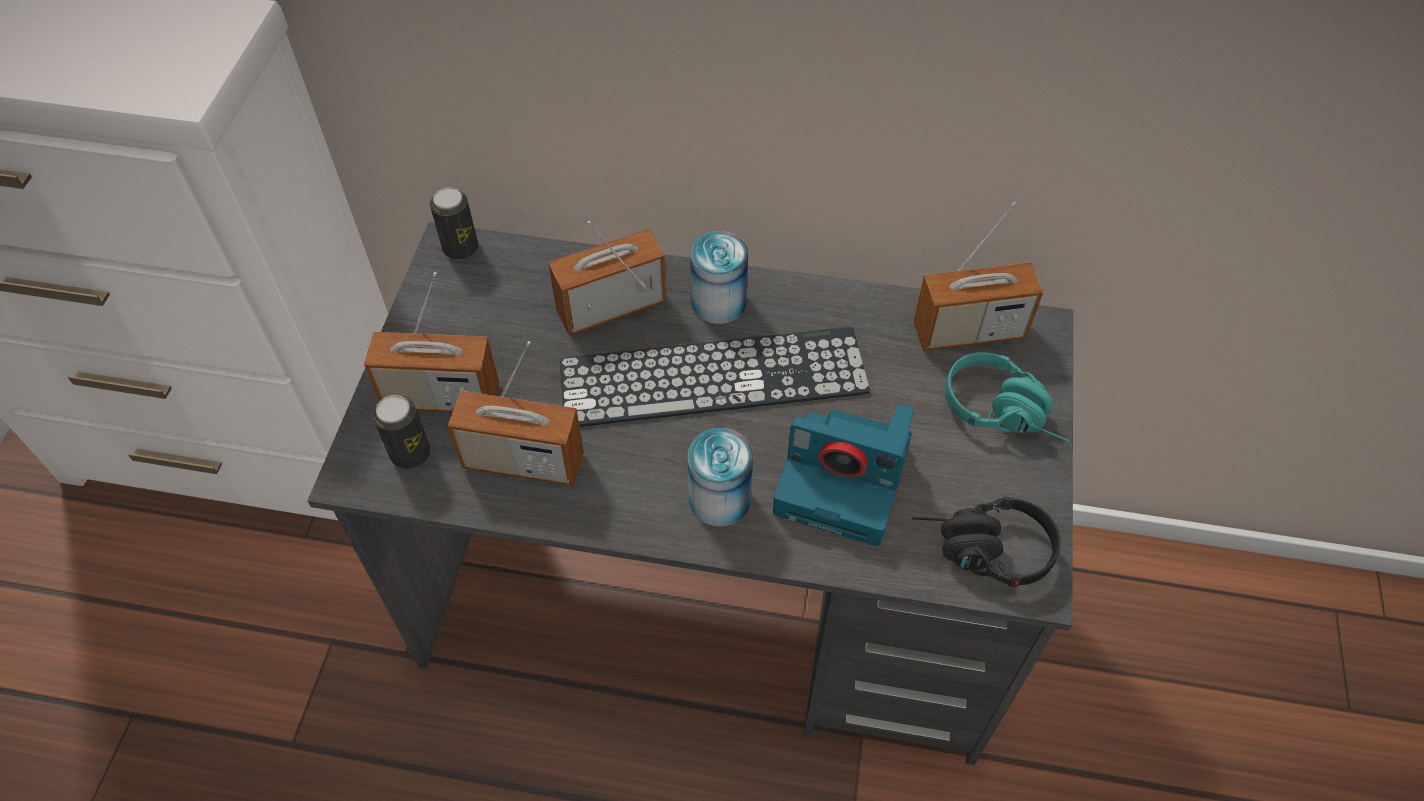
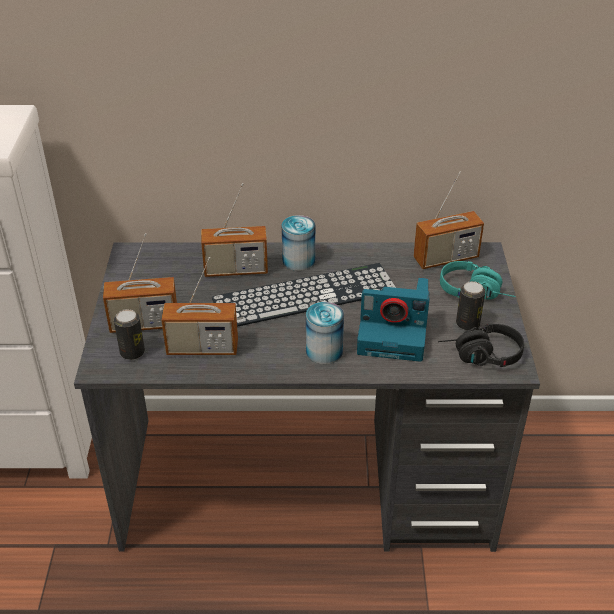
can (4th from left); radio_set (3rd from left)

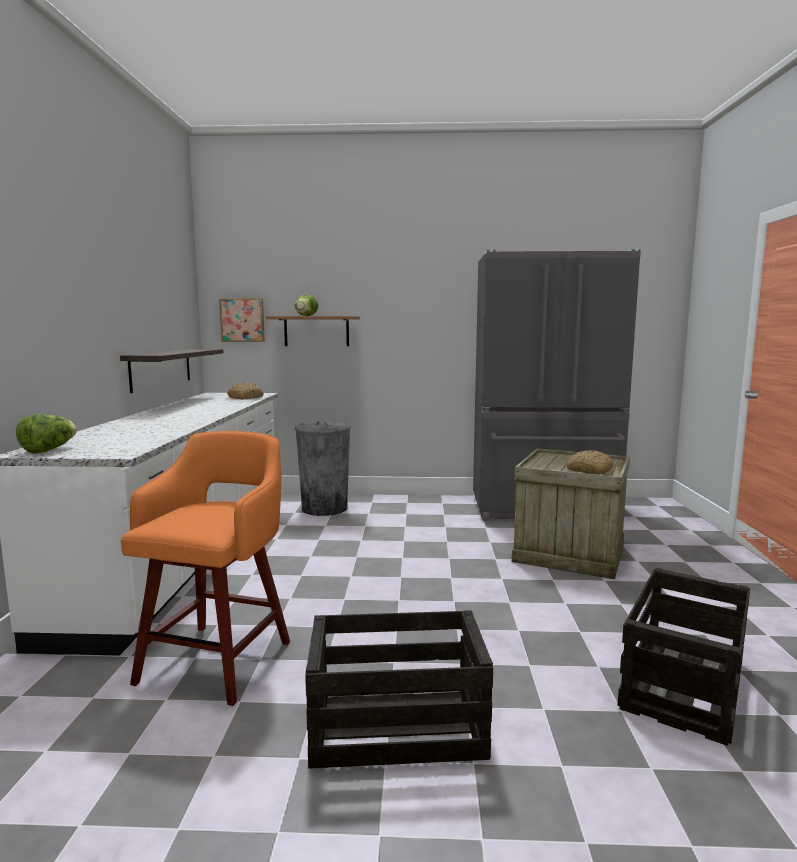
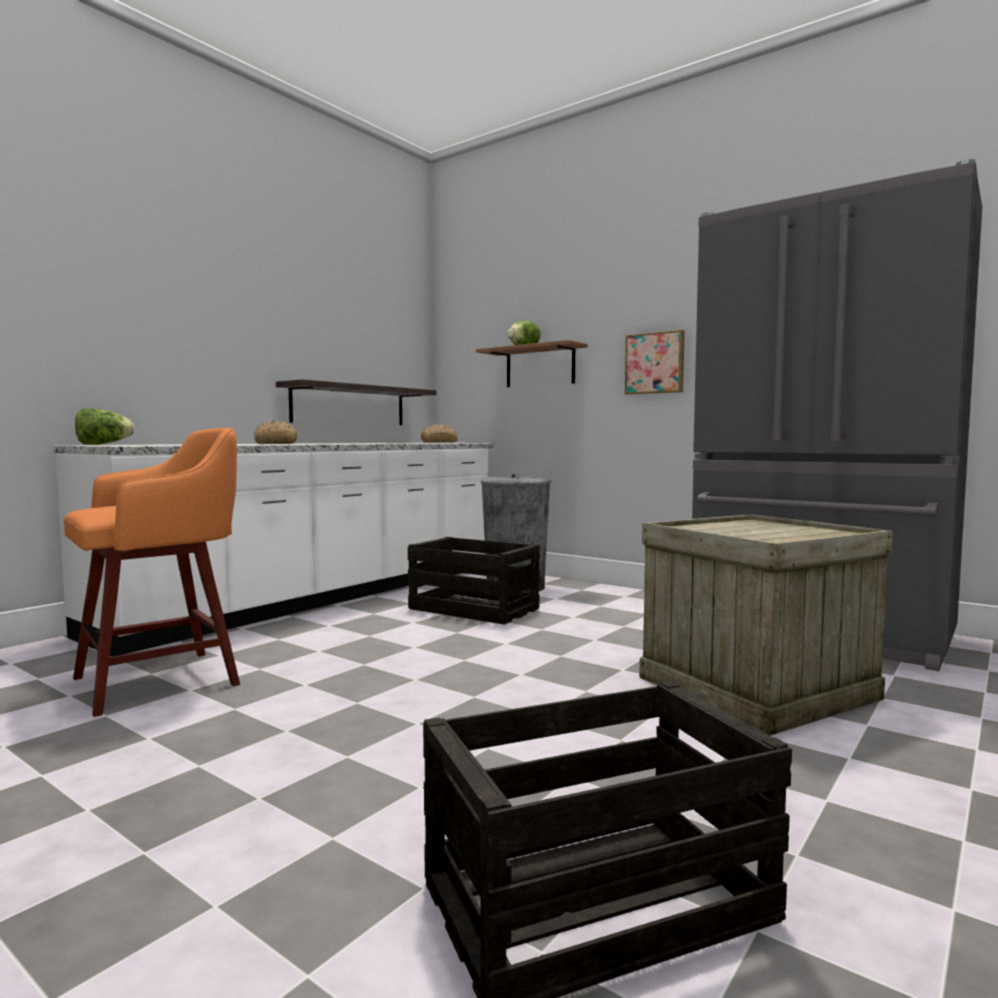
wall_picture; crate (1st from left); bread (1st from left)

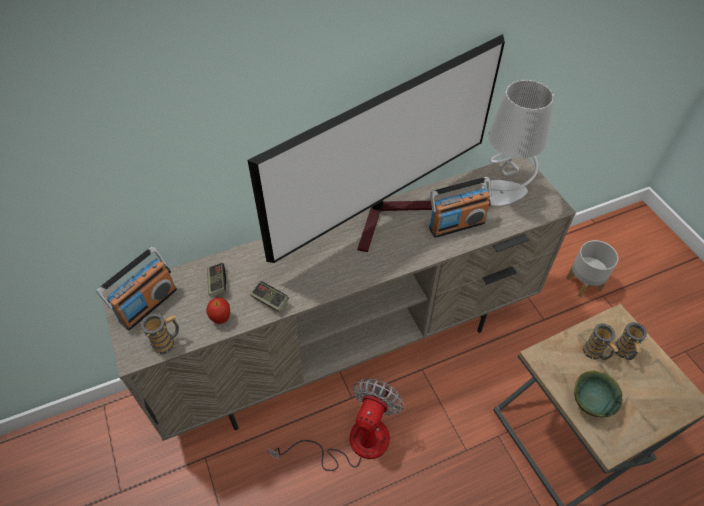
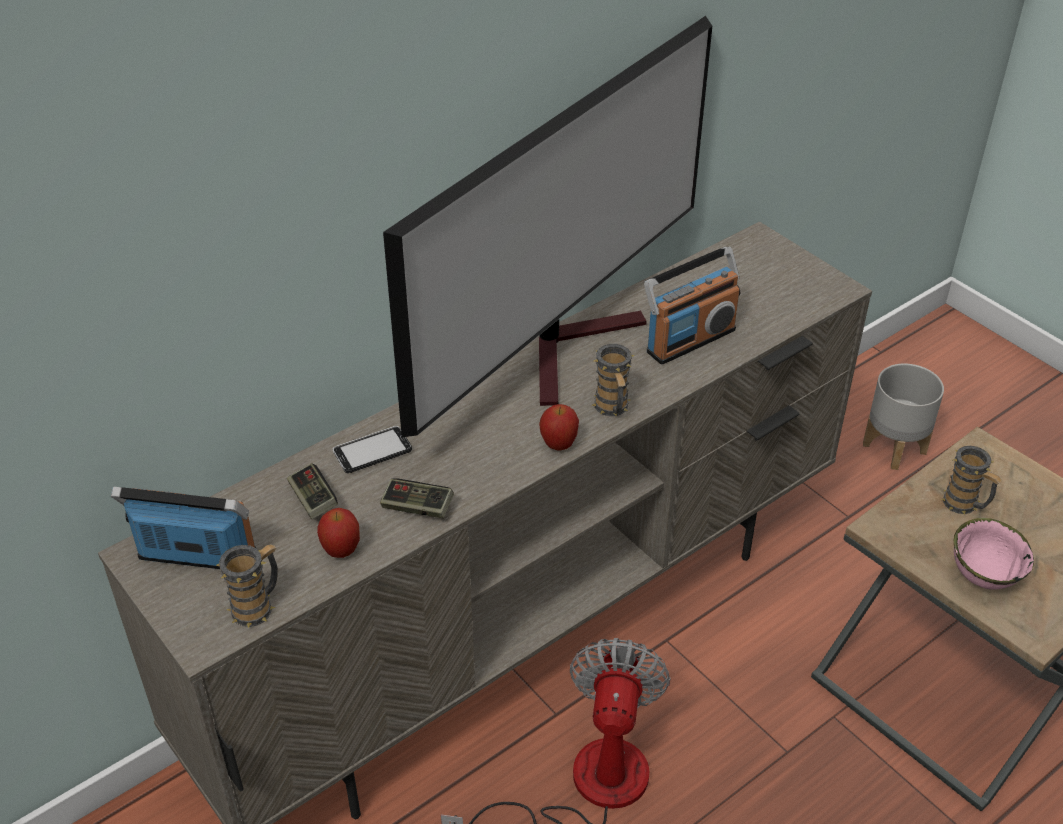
radio_set (1st from left); grey_tabletop_lamp; pink-coloured_serving_bowl; mug (2nd from left); handset; apple (2nd from left)

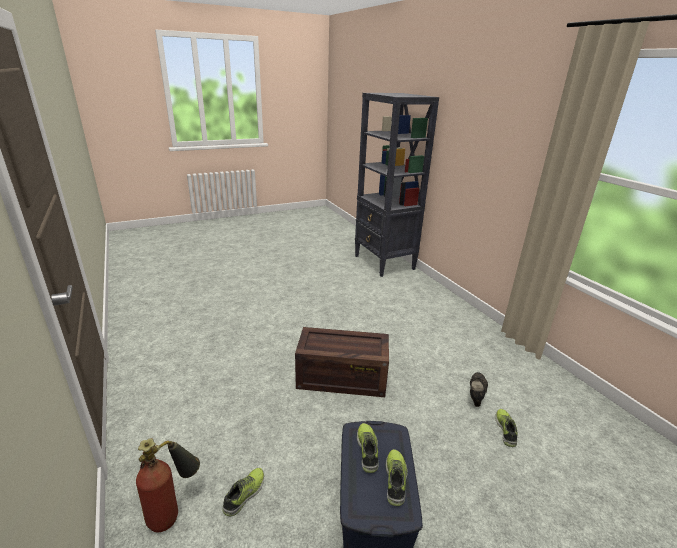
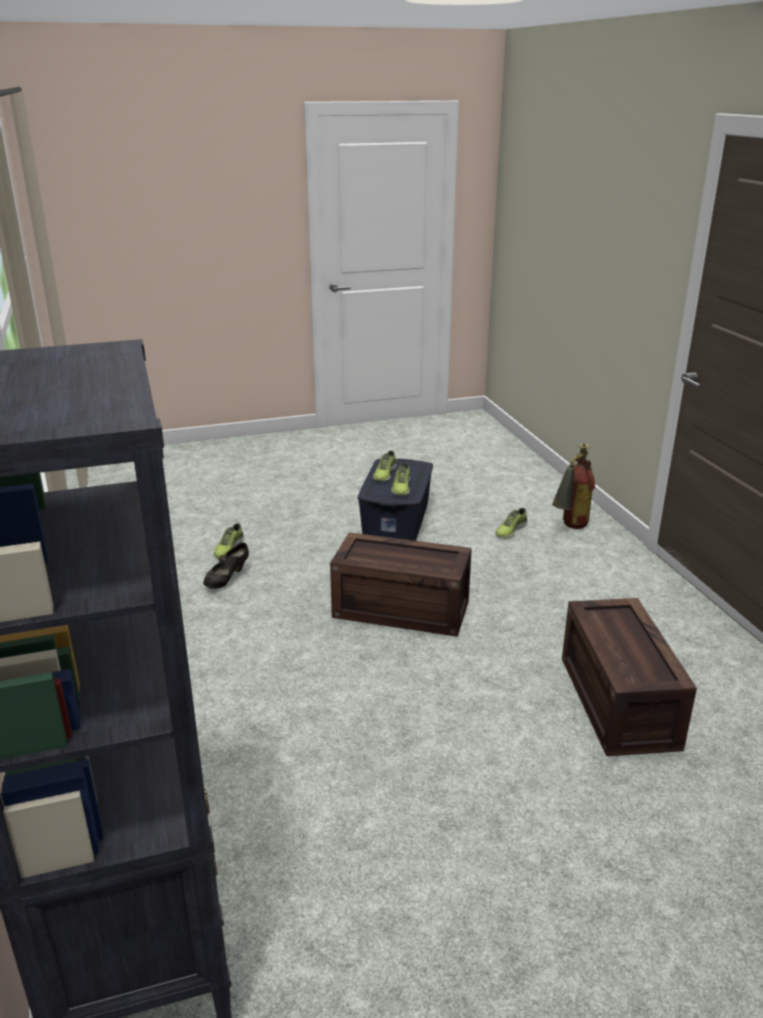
crate (2nd from left)

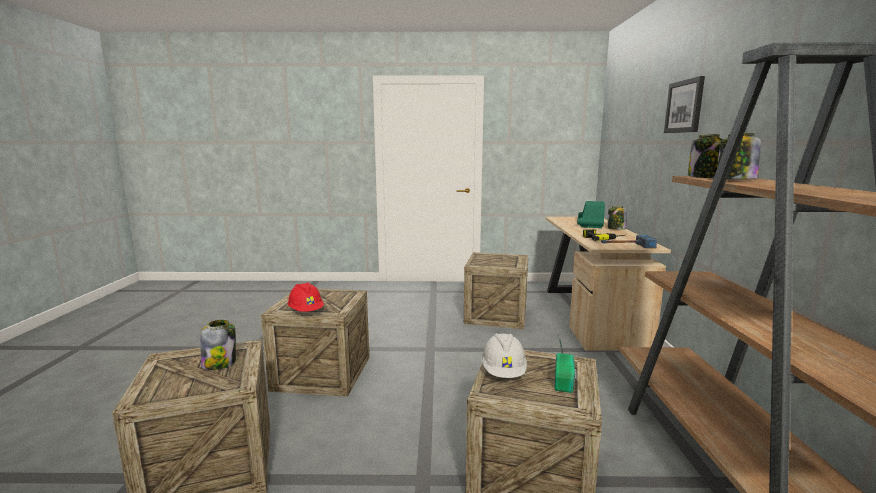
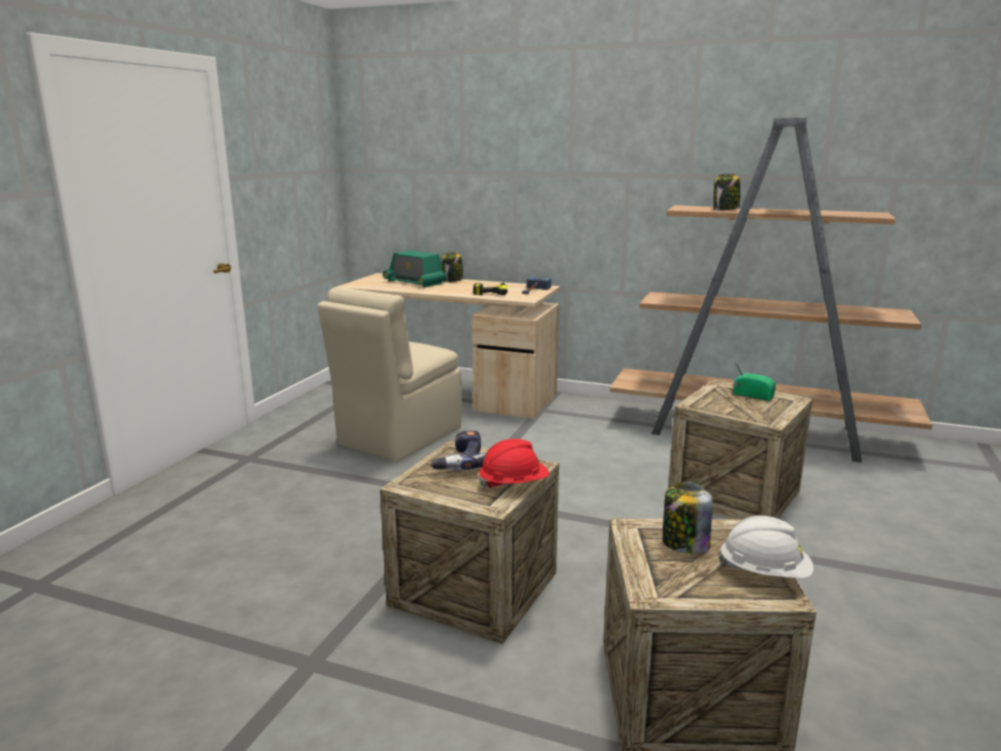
beige-coloured_plain_chair; whitish_work_helmet; wall_picture; preserve_jar (3rd from left in the first image); power_drill (1st from left)

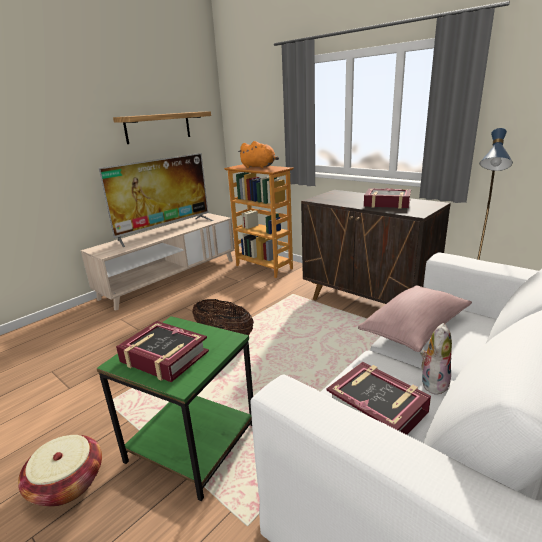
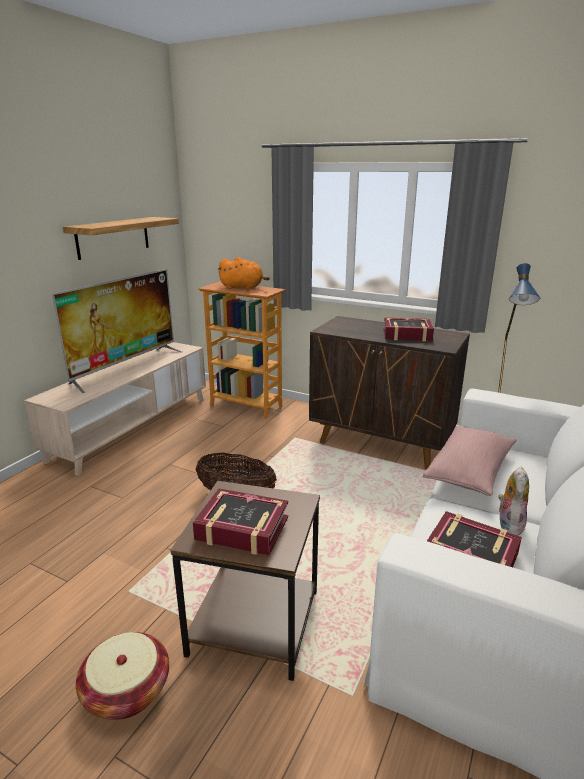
brown_end_table

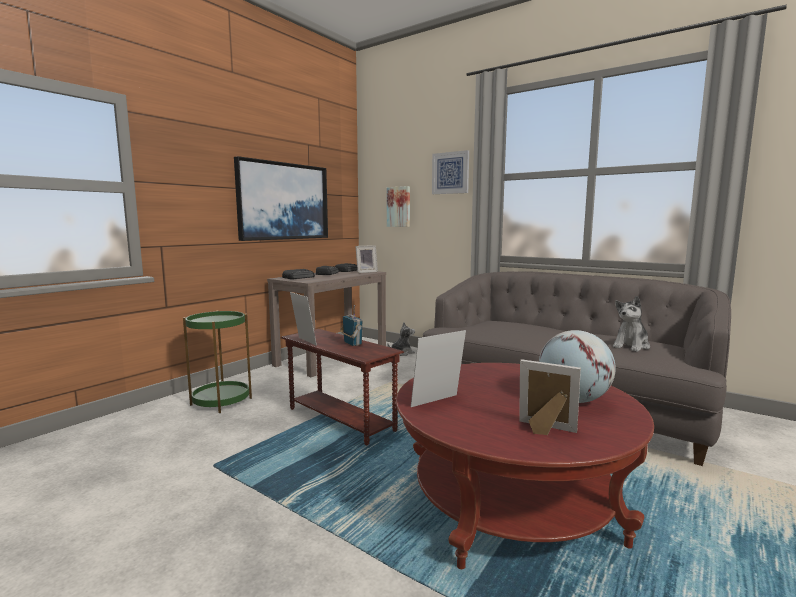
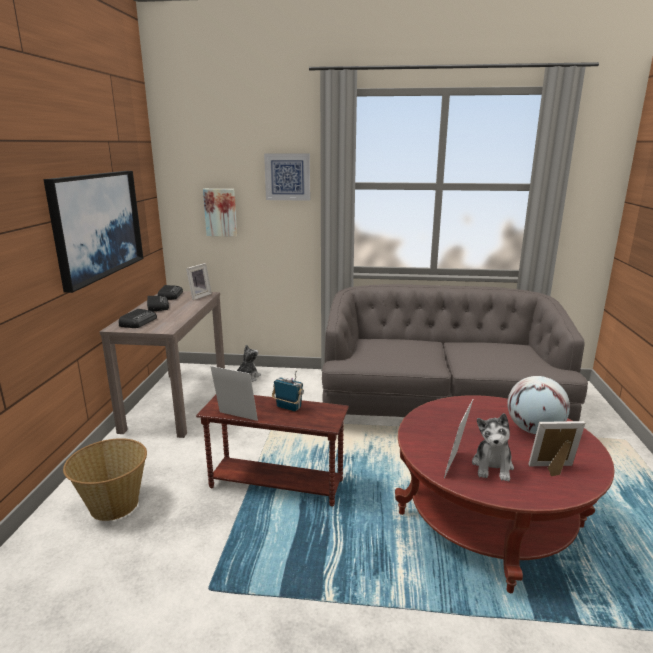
household_basket; soft_toy (2nd from left)

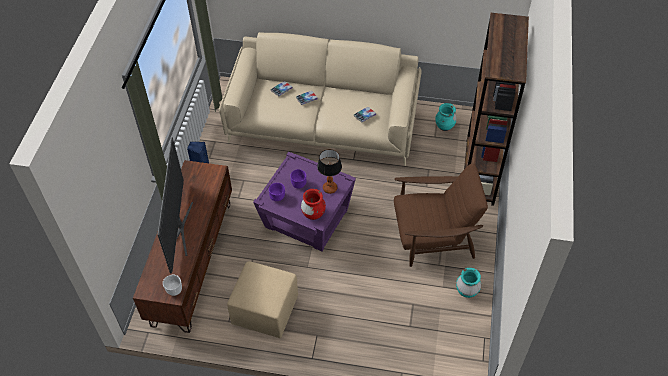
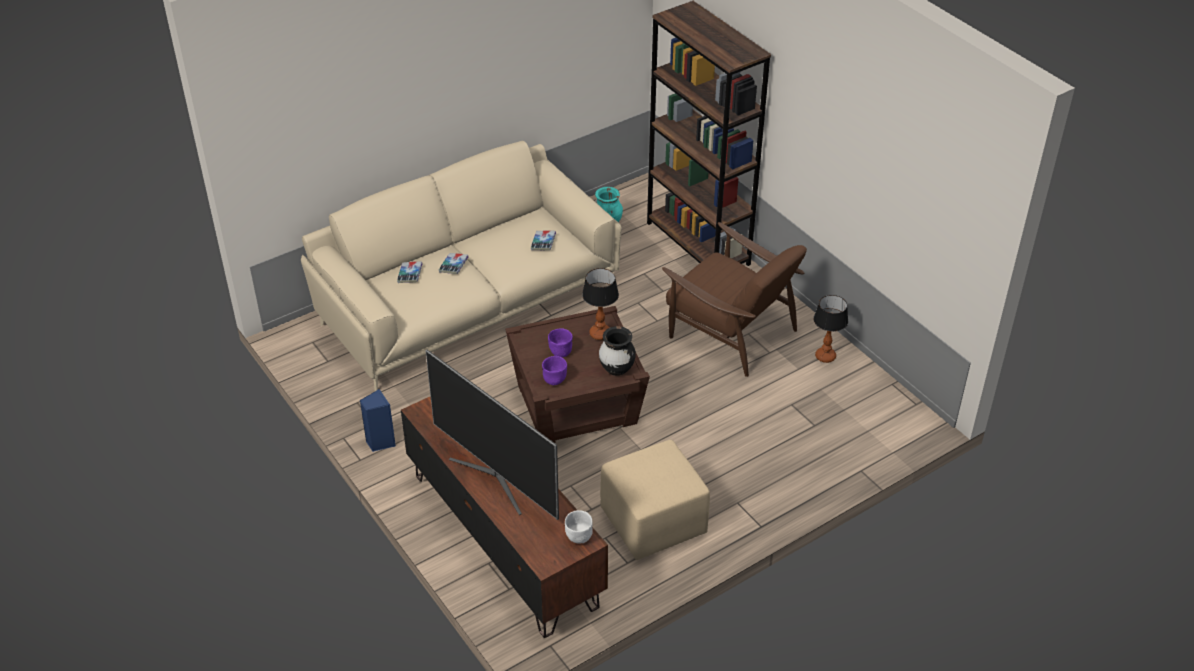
brown_end_table; black_flower_vase; brown_lounge_chair; tabletop_lamp (2nd from left)

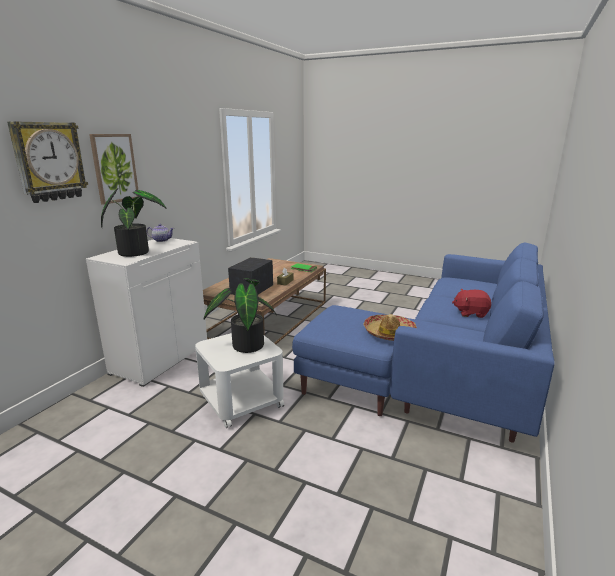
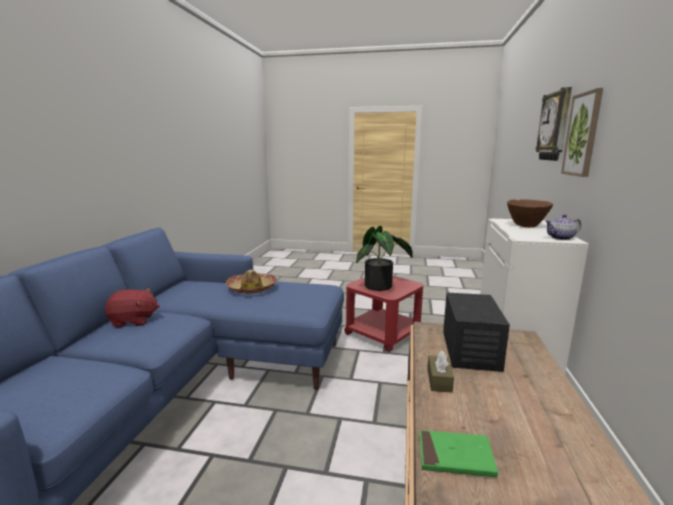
brown_serving_bowl; red_end_table

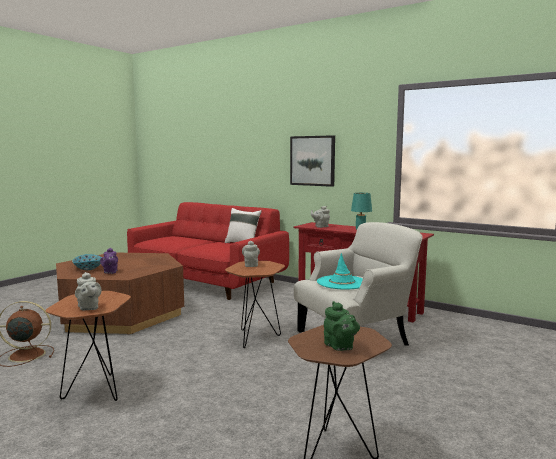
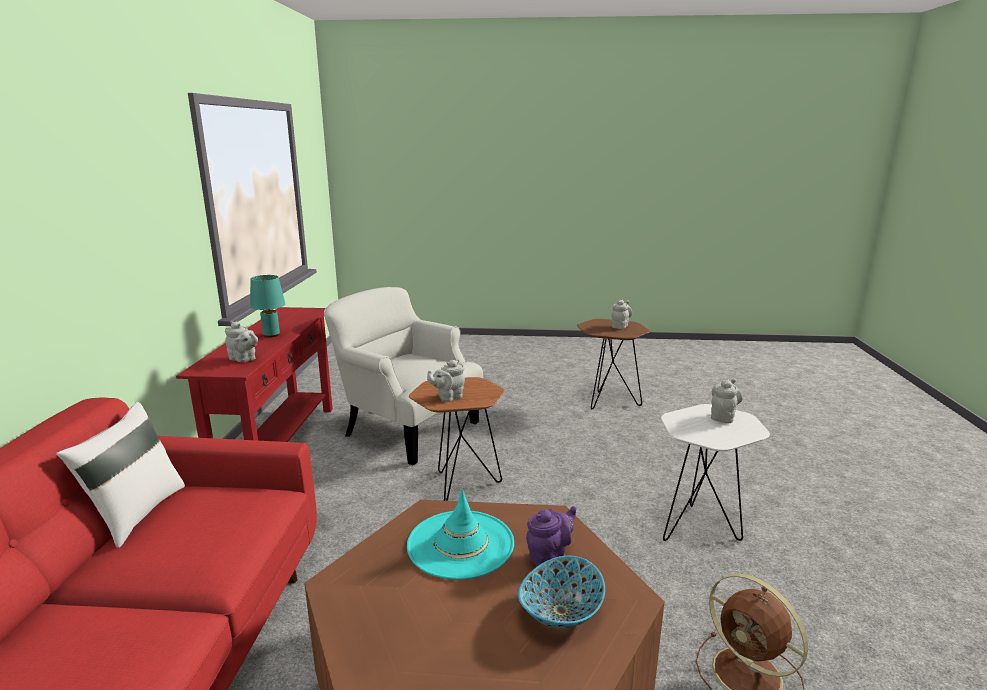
whitish_end_table; wall_picture; turquoise_hat; grey_tea_pot (3rd from left)

